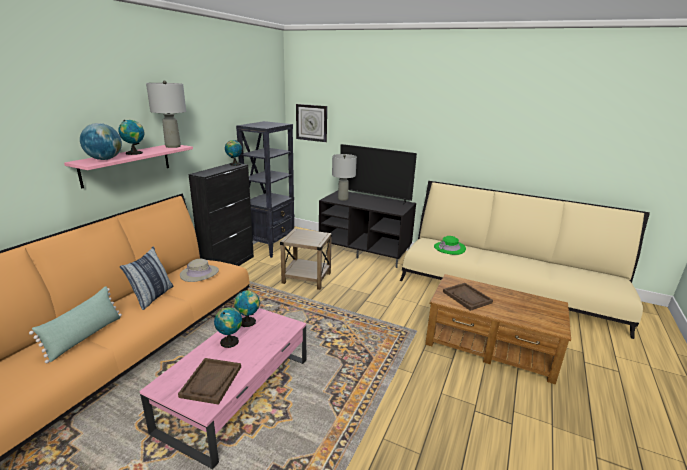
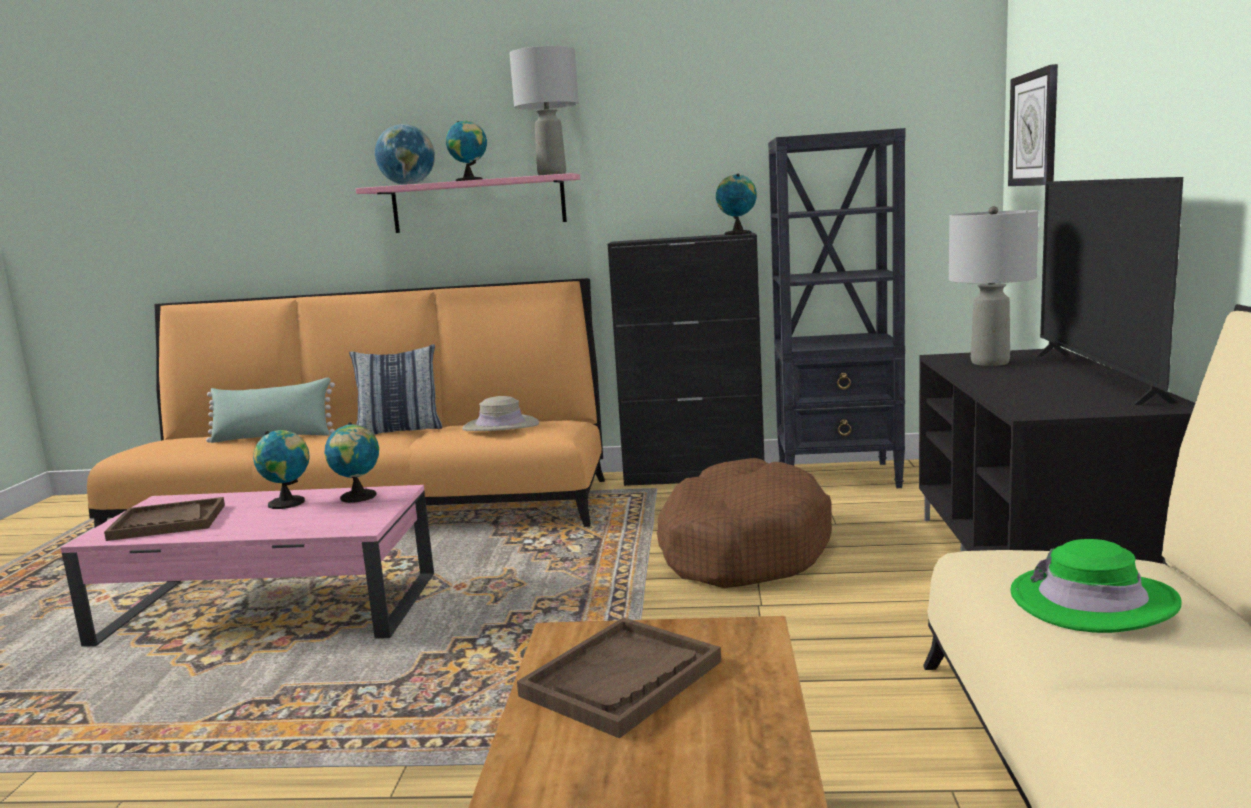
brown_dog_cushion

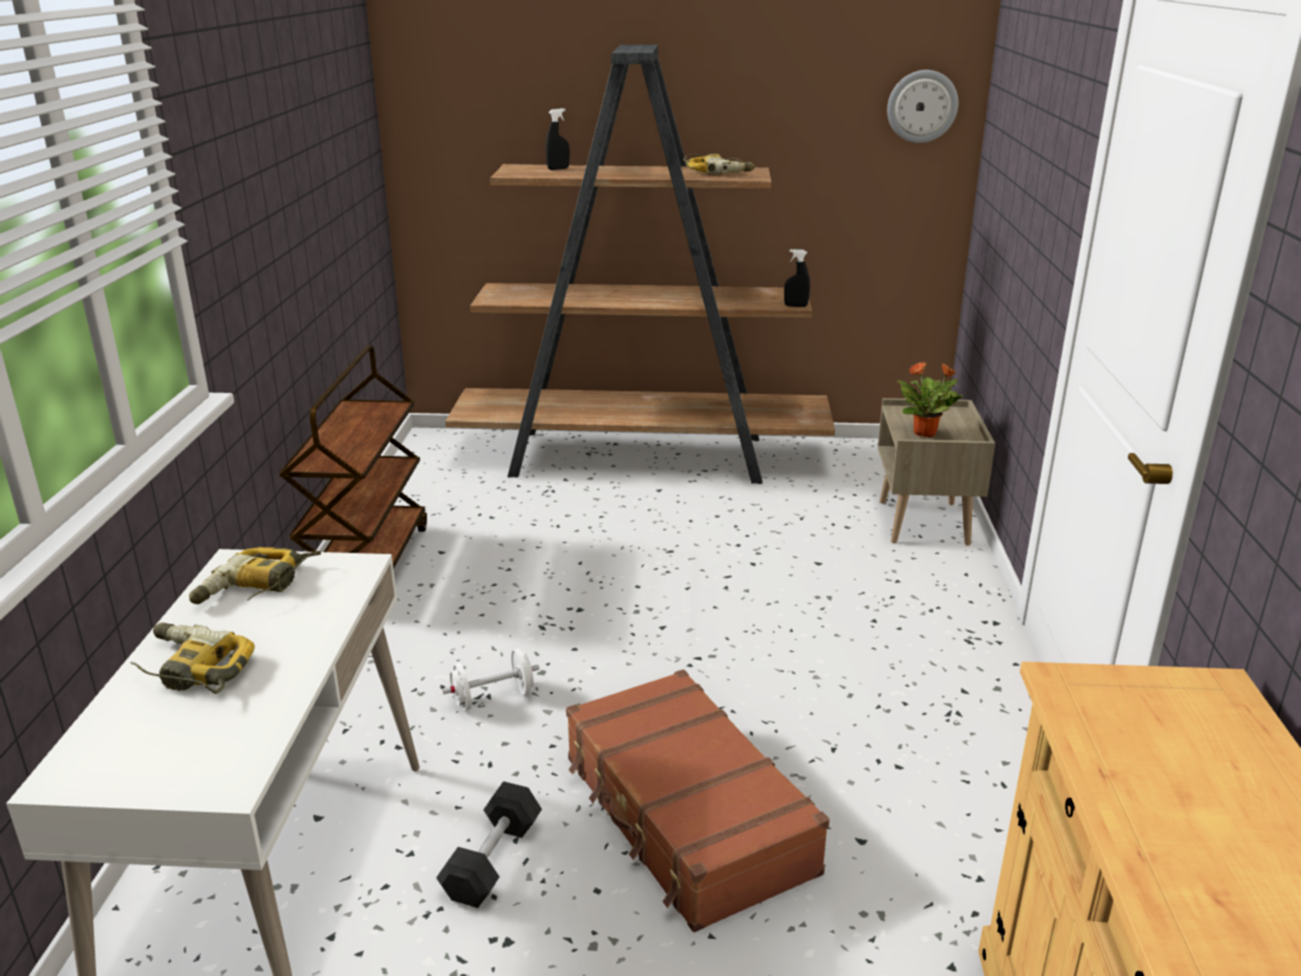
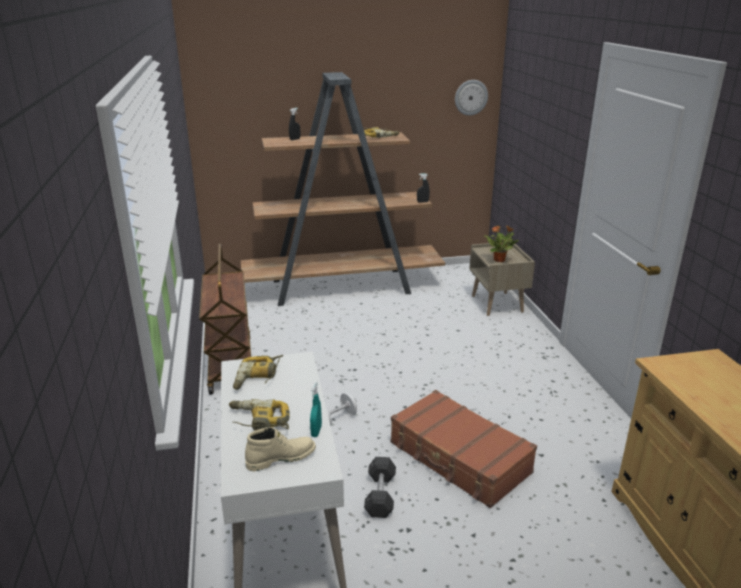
beige-coloured_high-top_boot; turquoise_sprayer

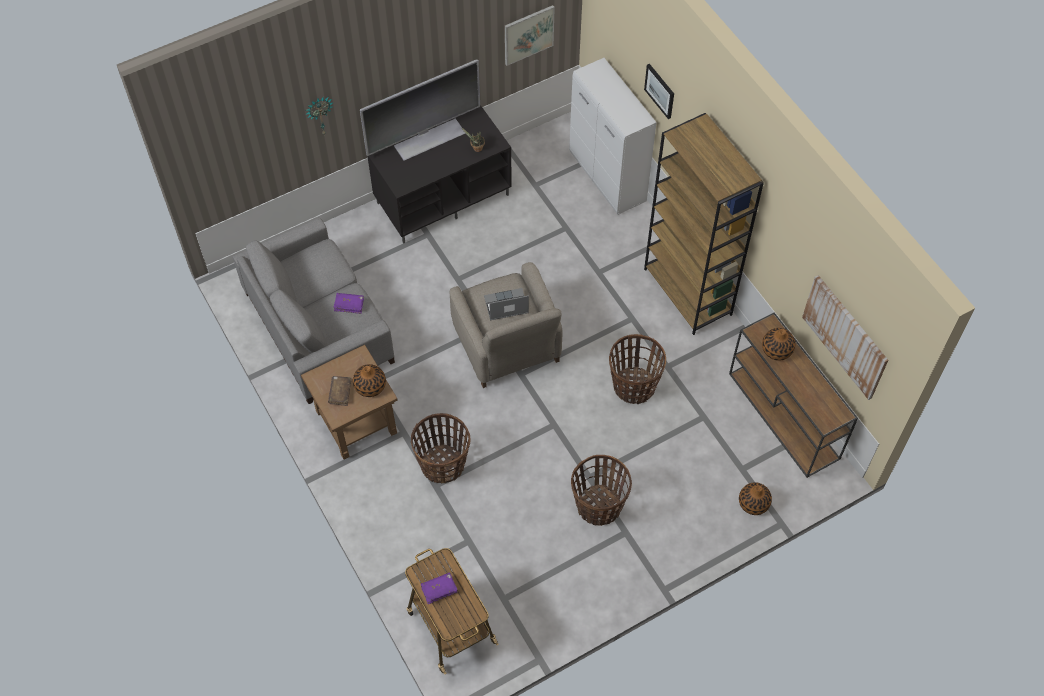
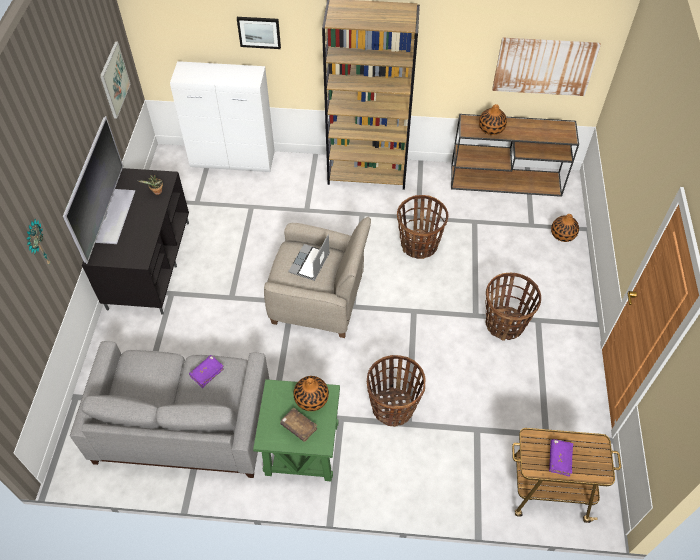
greenish_end_table

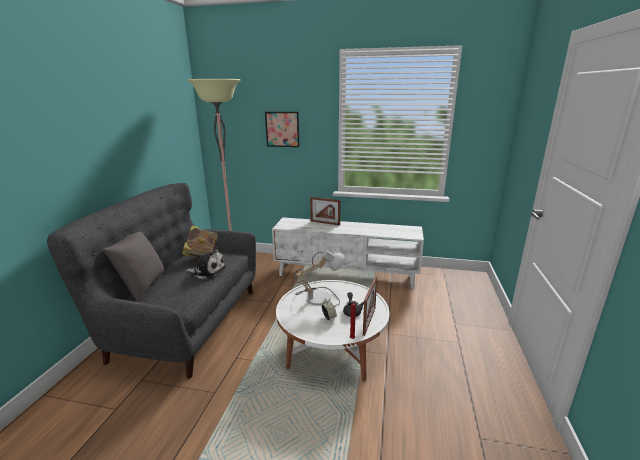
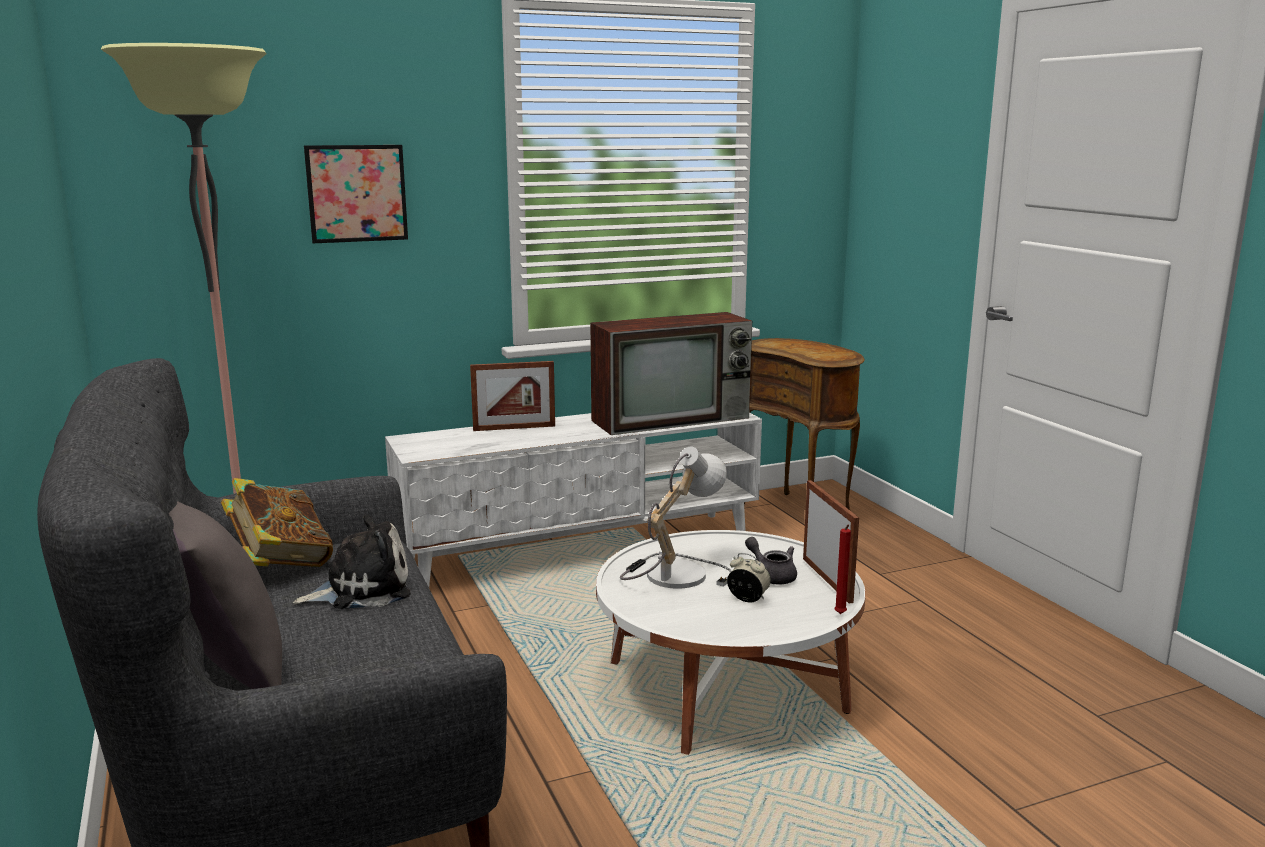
television; brown_end_table

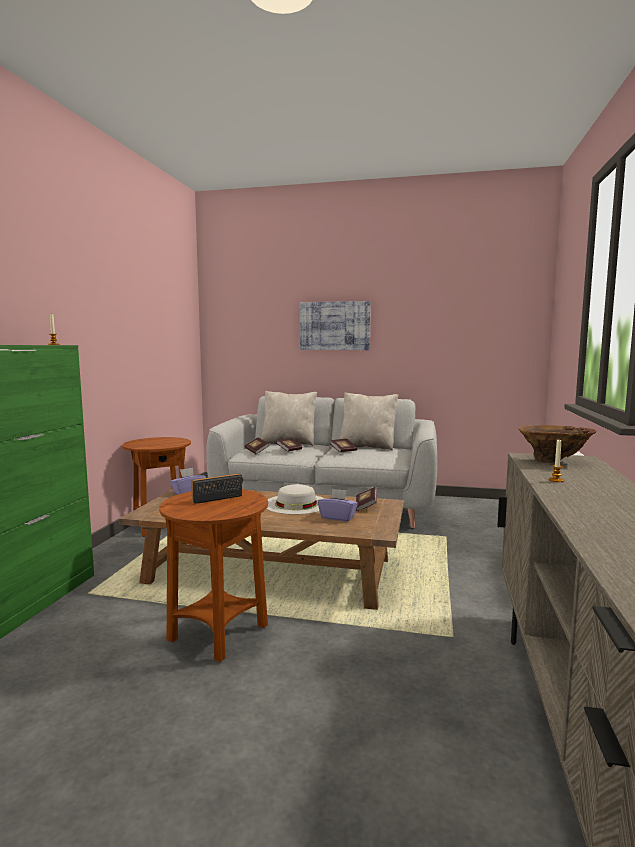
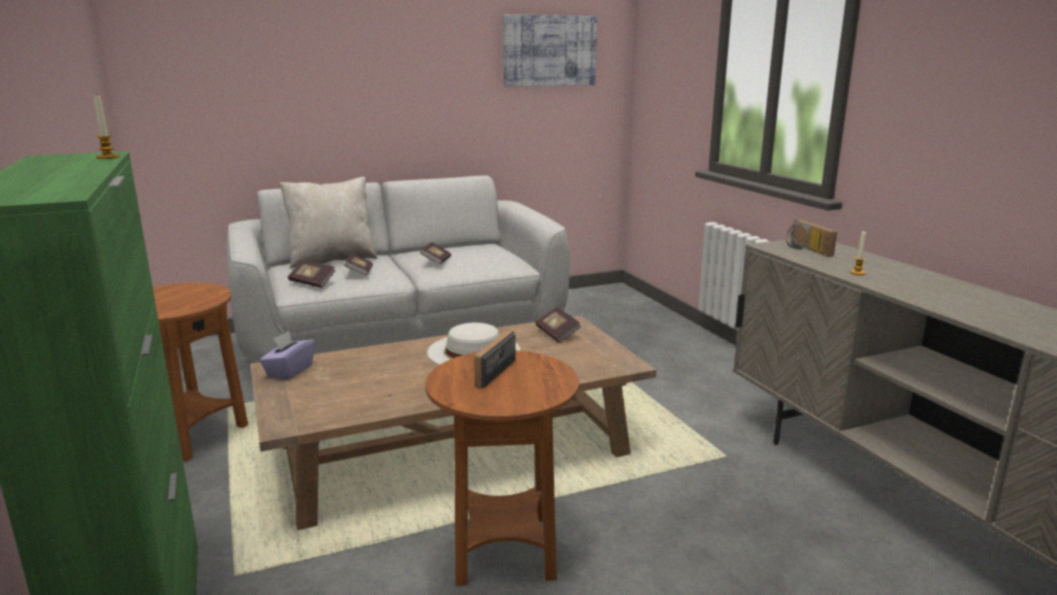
wall_picture; purple-coloured_box_of_tissues (2nd from left in the first image); beige-coloured_cushion (2nd from left in the first image); radio_set (2nd from left)

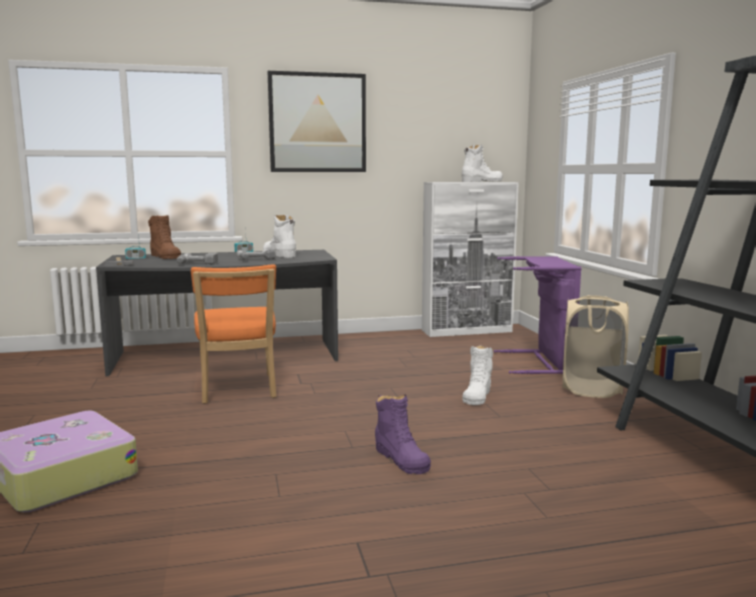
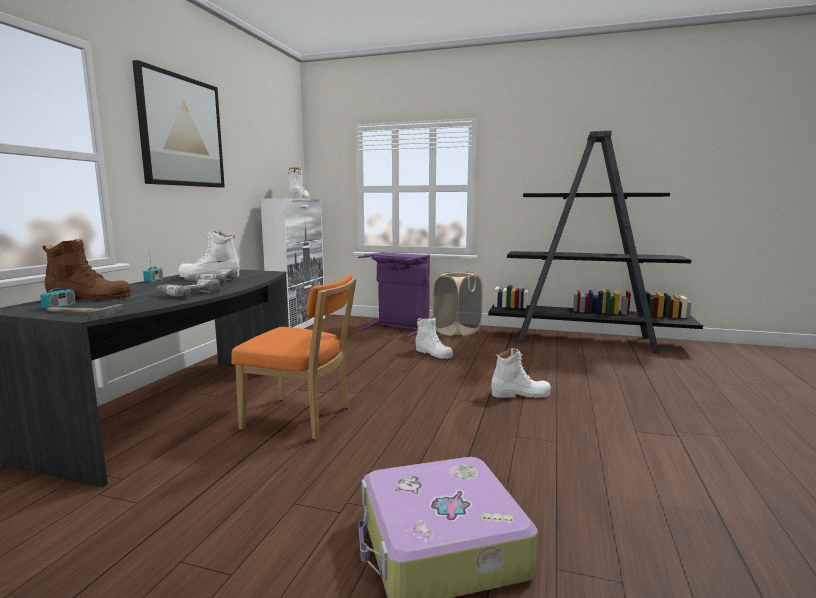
whitish_high-top_boot (4th from left)

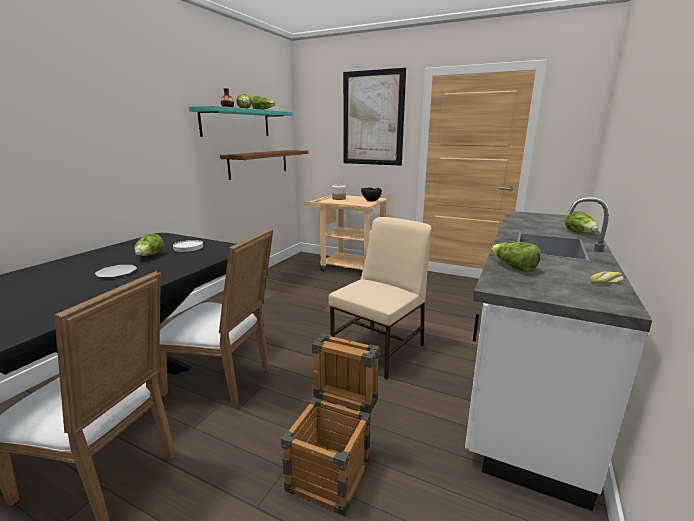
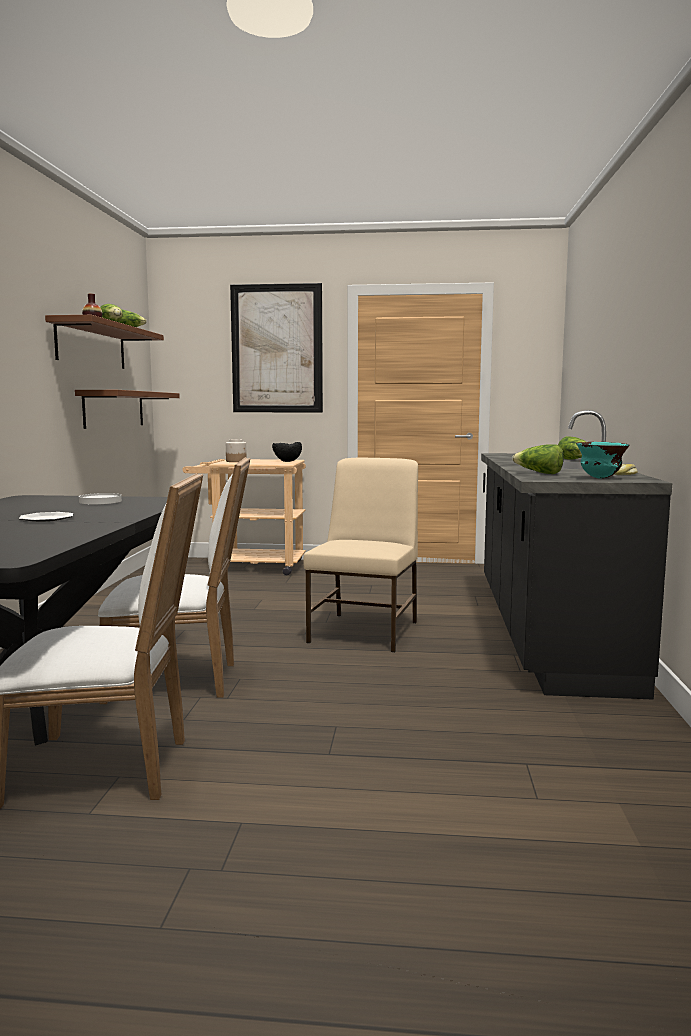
lettuce_head (1st from left in the first image); brown_bracket_shelf (1st from left); crate; black_kitchen_counter; turquoise_serving_bowl

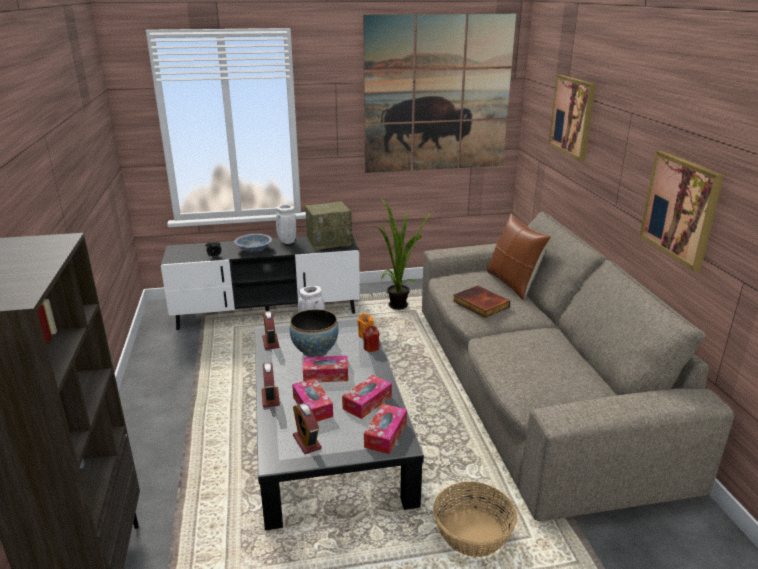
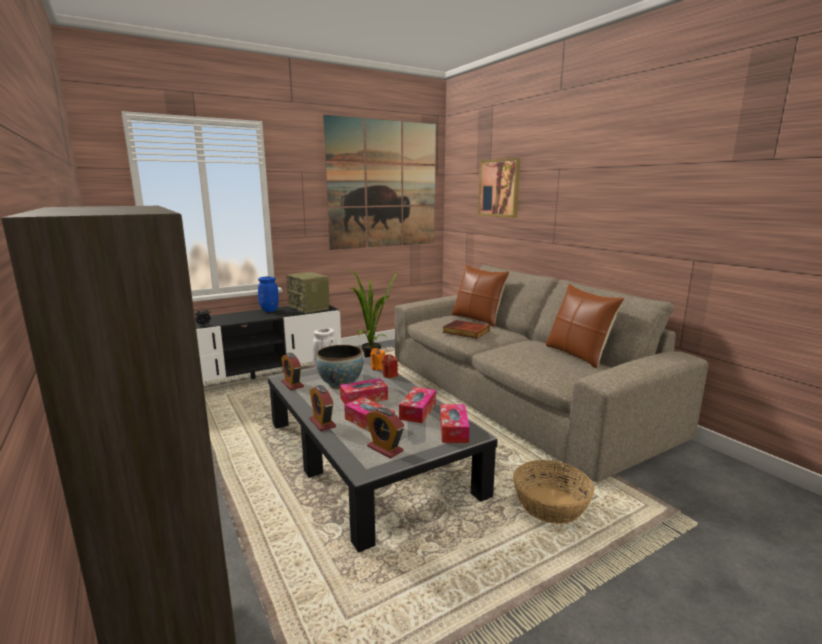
serving_bowl (1st from left in the first image); blue-coloured_flower_vase; radio_set; wall_picture (3rd from left in the first image); brown_cushion (2nd from left)

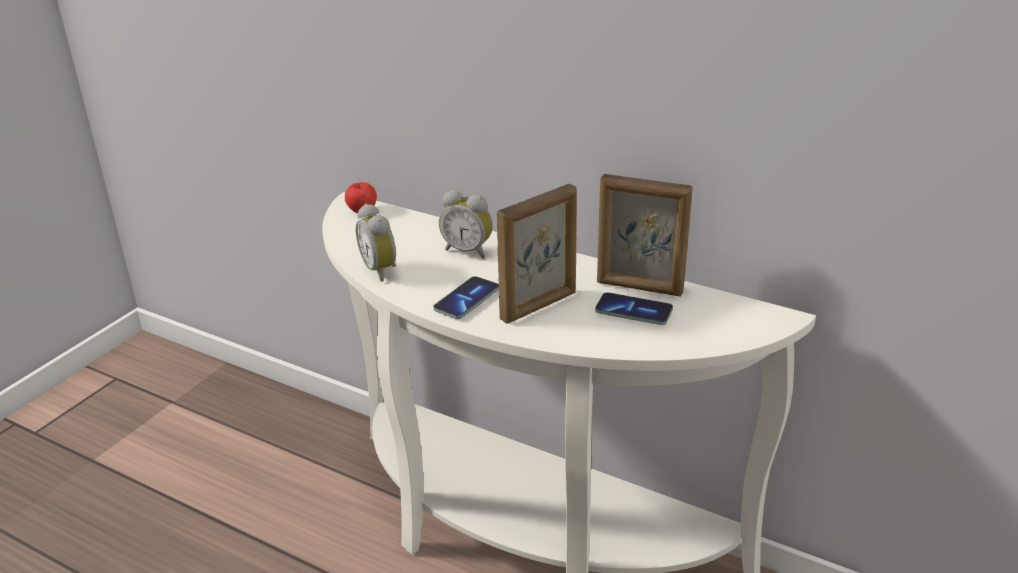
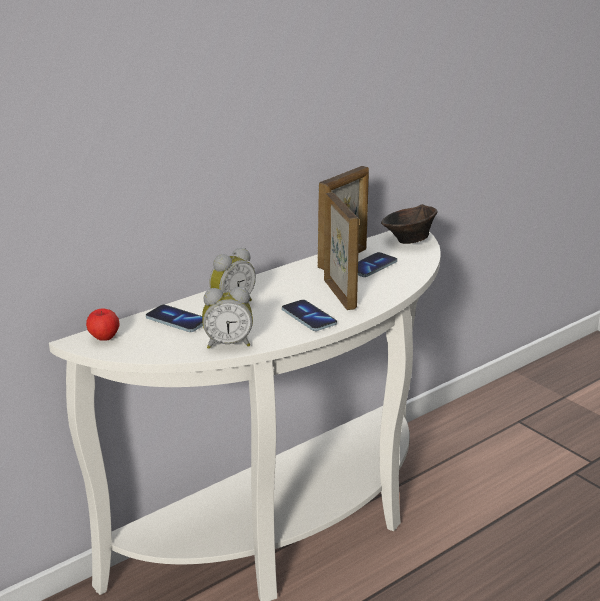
handset (1st from left); brown_serving_bowl

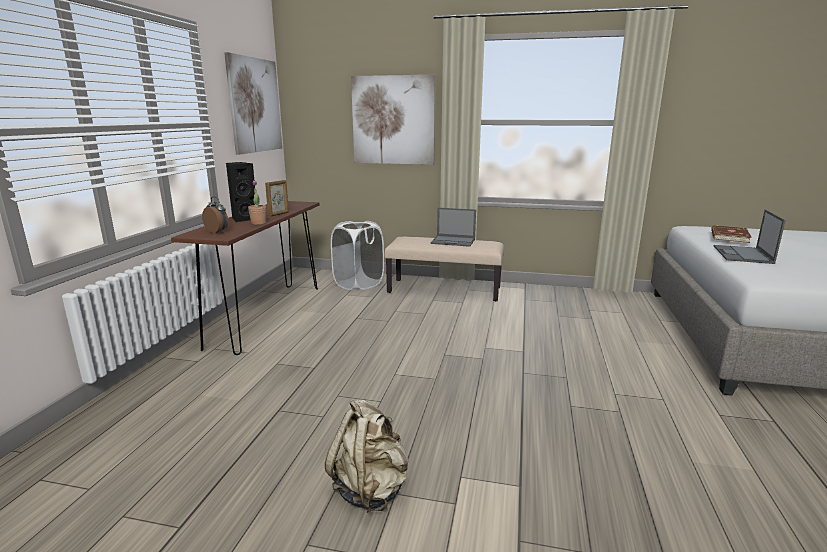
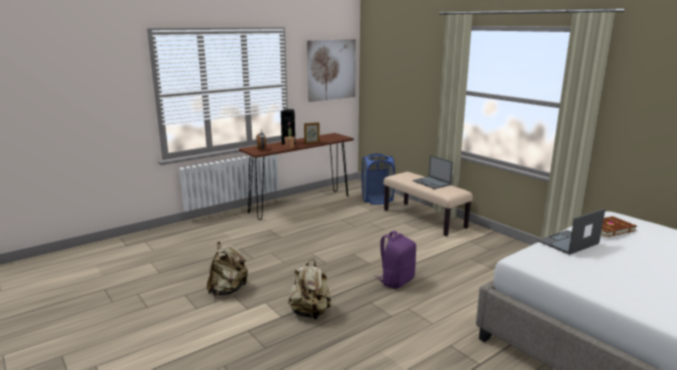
blue-coloured_washing_basket; wall_picture (2nd from left in the first image); beige-coloured_knapsack (2nd from left); purple-coloured_knapsack

